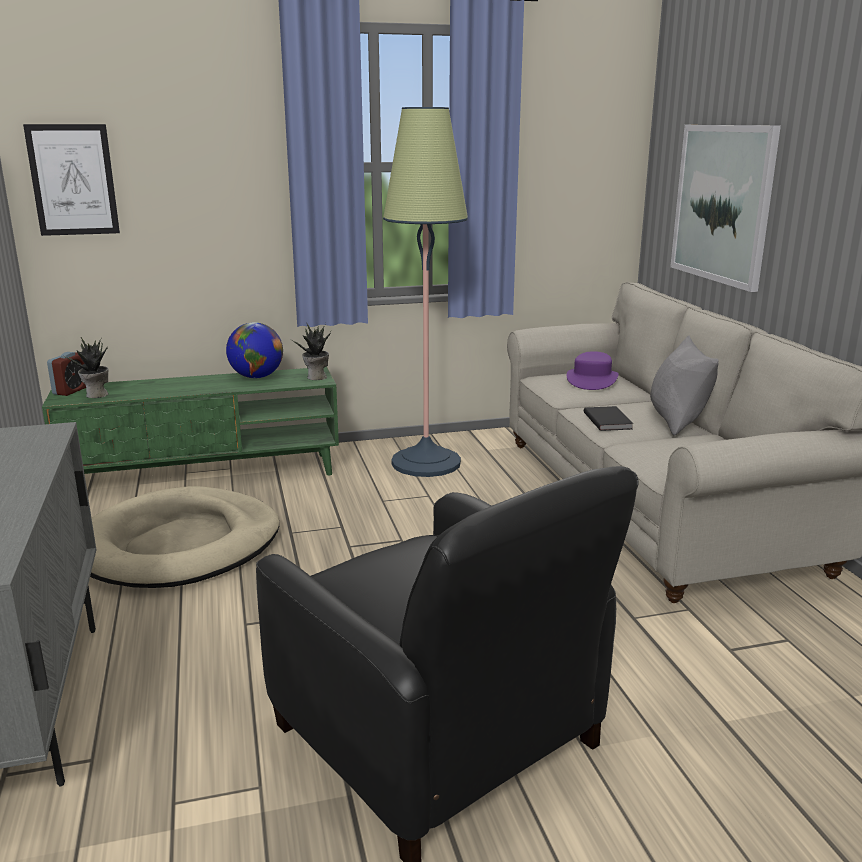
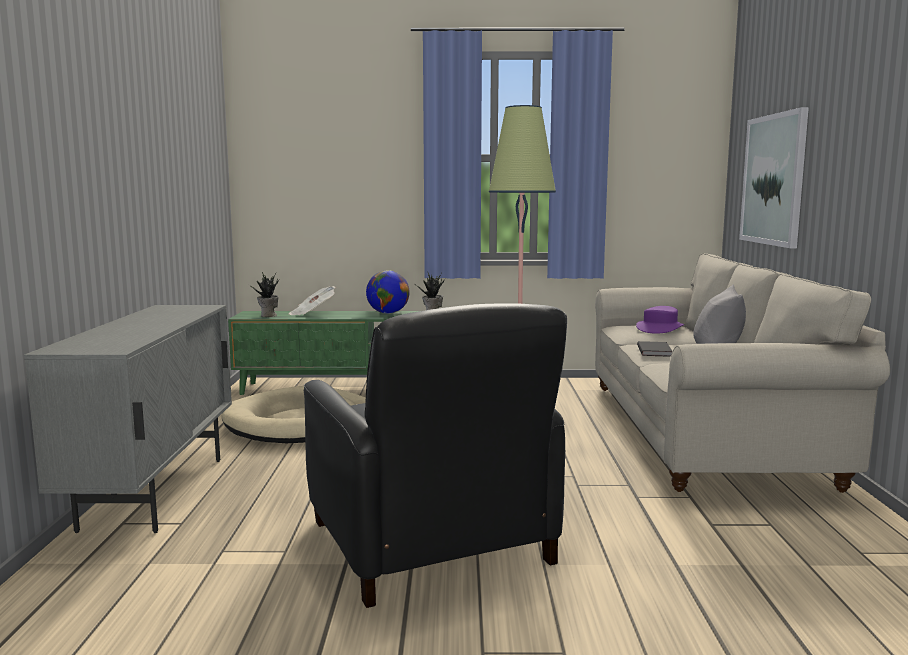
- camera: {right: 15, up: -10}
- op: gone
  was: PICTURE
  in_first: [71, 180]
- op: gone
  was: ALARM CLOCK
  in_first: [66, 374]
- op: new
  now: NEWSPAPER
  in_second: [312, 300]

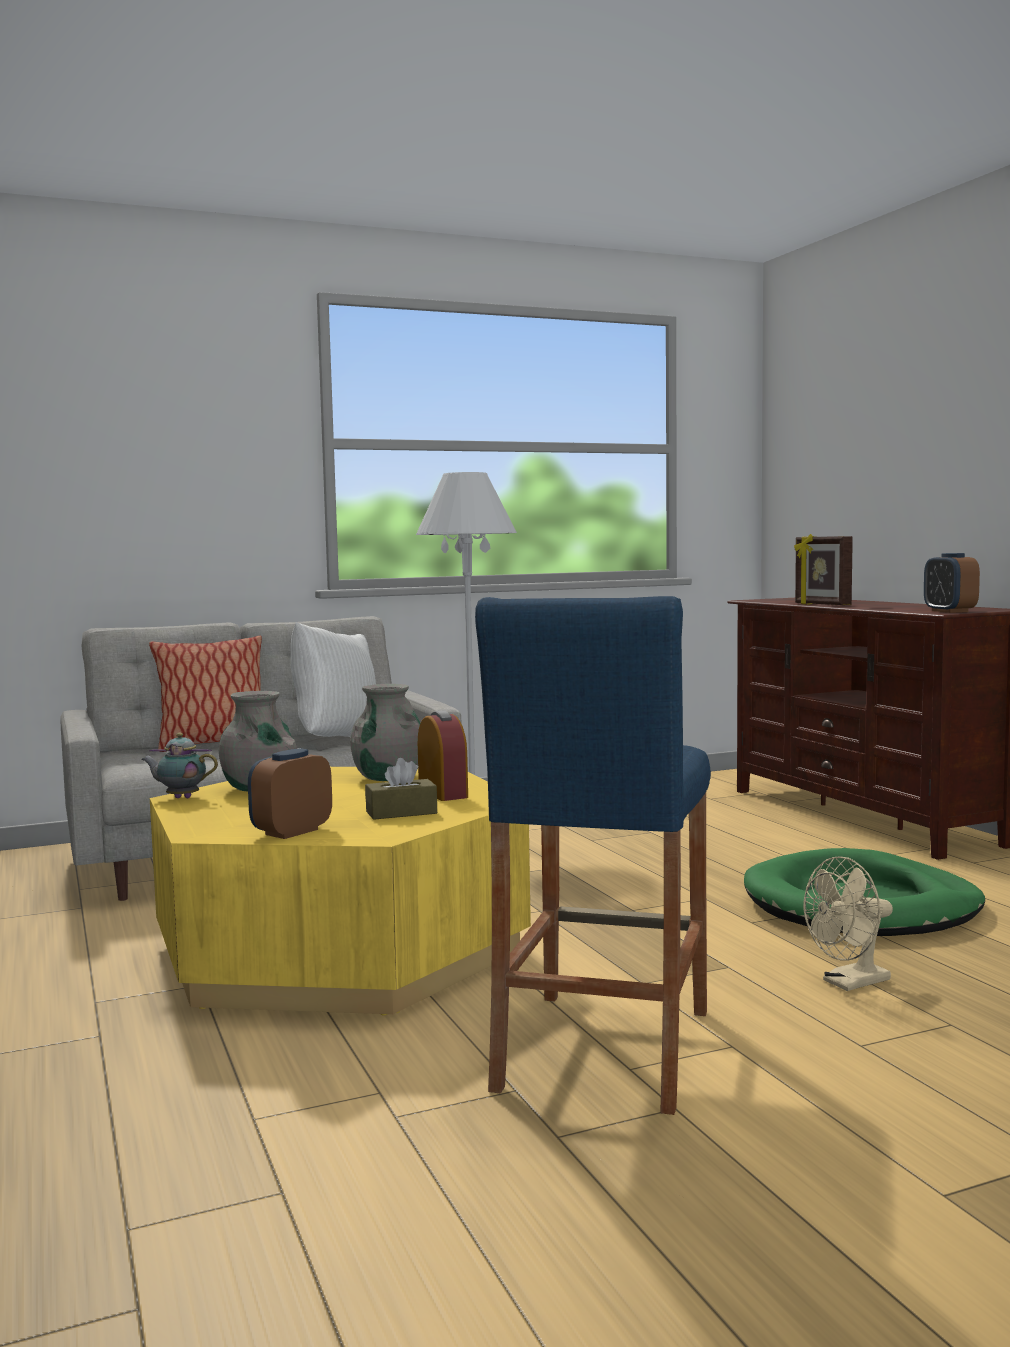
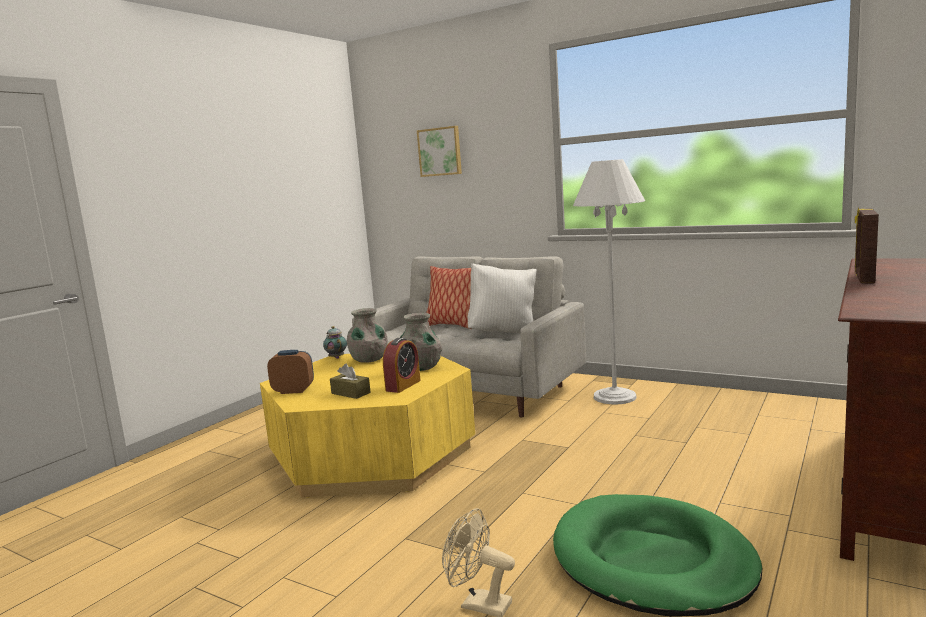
- camera: {right: 55, up: 5}
- op: gone
  was: BLUE STOOL
  in_first: [593, 855]
- op: gone
  was: ALARM CLOCK
  in_first: [952, 583]
- op: new
  now: PICTURE
  in_second: [439, 151]

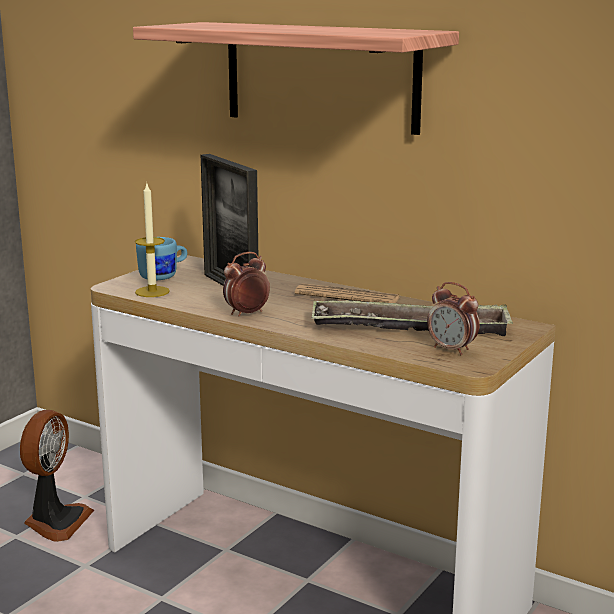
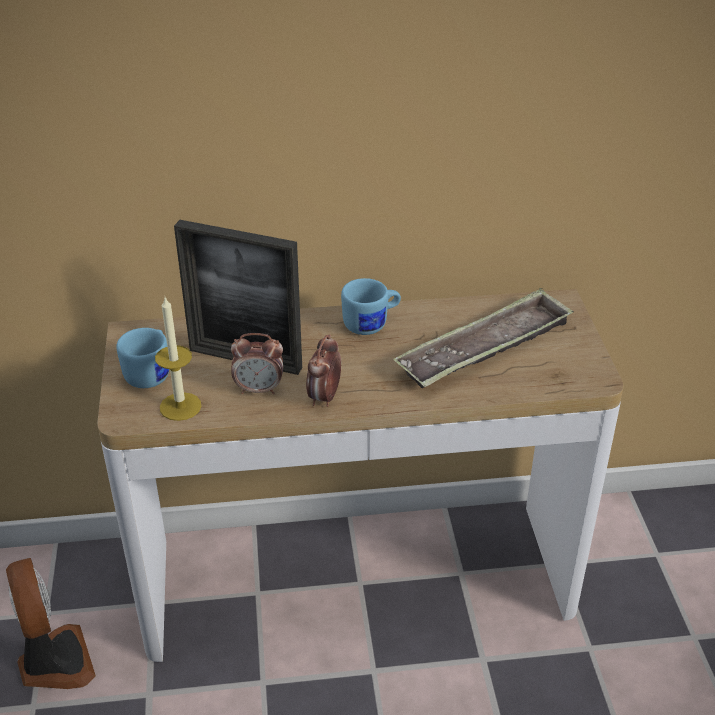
- camera: {right: -40, up: 20}
- op: gone
  was: SHELF
  in_first: [296, 78]
- op: shifted
  was: ALARM CLOCK
  in_first: [453, 318]
  in_second: [257, 363]
- op: swapped
  was: NEWSPAPER
  now: BLUE MUG
  in_first: [347, 293]
  in_second: [371, 306]

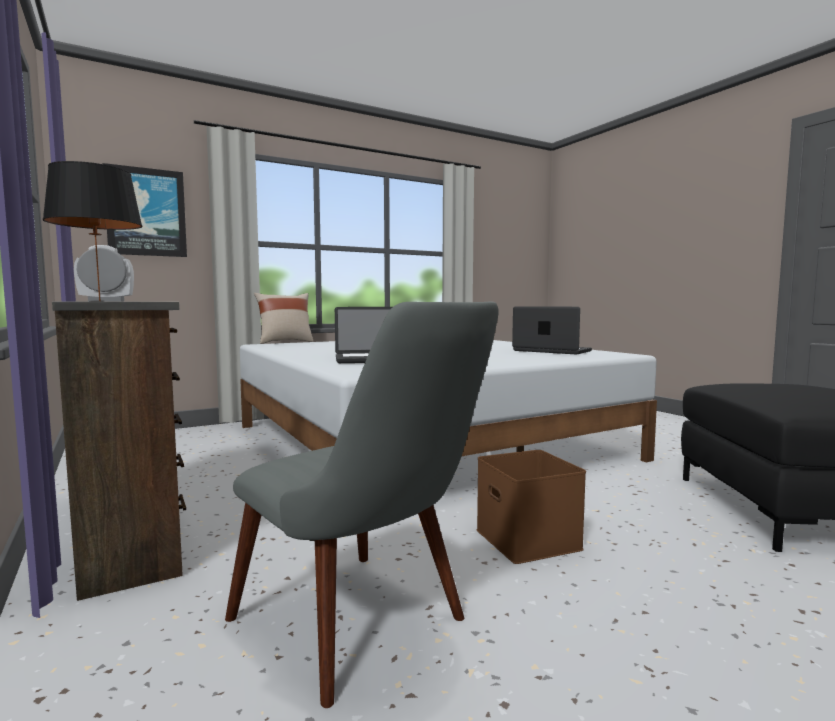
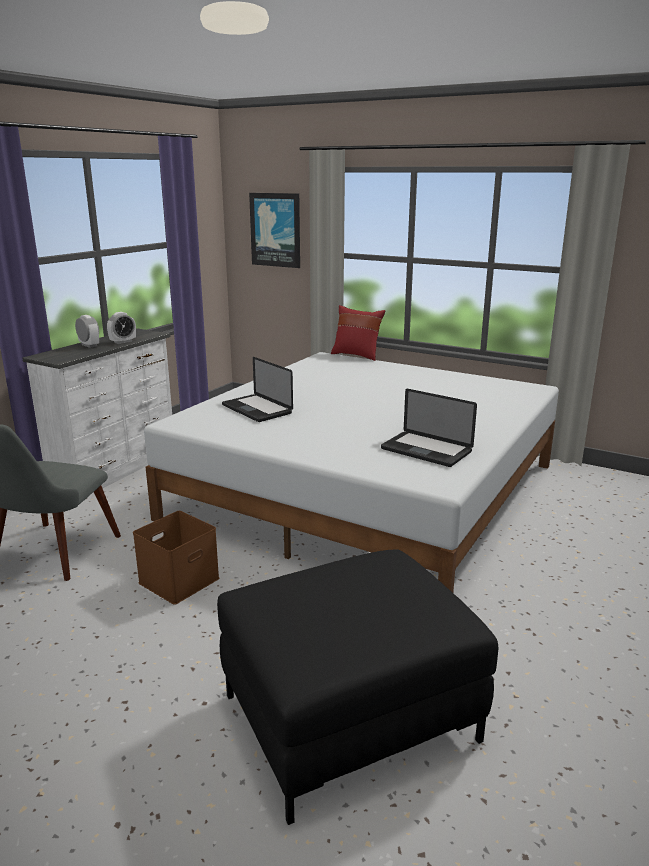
- camera: {right: 60, up: 15}
- op: gone
  was: BLACK TABLE LAMP
  in_first: [92, 231]
- op: new
  now: ALARM CLOCK
  in_second: [121, 328]
- op: repainted
  was: BROWN DRESSER
  now: WHITE DRESSER
  in_first: [119, 451]
  in_second: [97, 410]
- op: repainted
  was: BEIGE PILLOW
  now: RED PILLOW
  in_first: [284, 318]
  in_second: [358, 333]
- op: rotated
  was: LAPTOP
  in_first: [552, 330]
  in_second: [429, 428]
  clockwise: 120

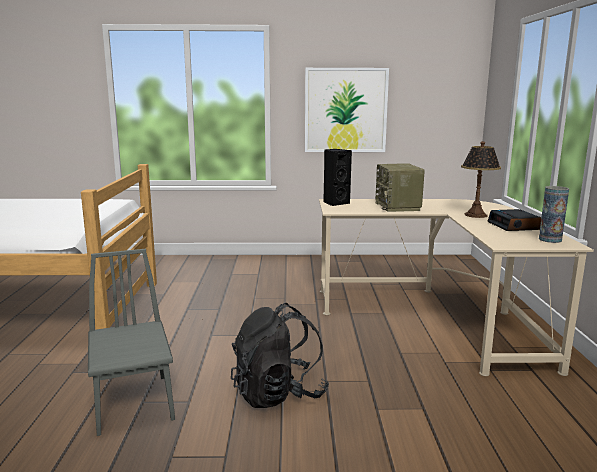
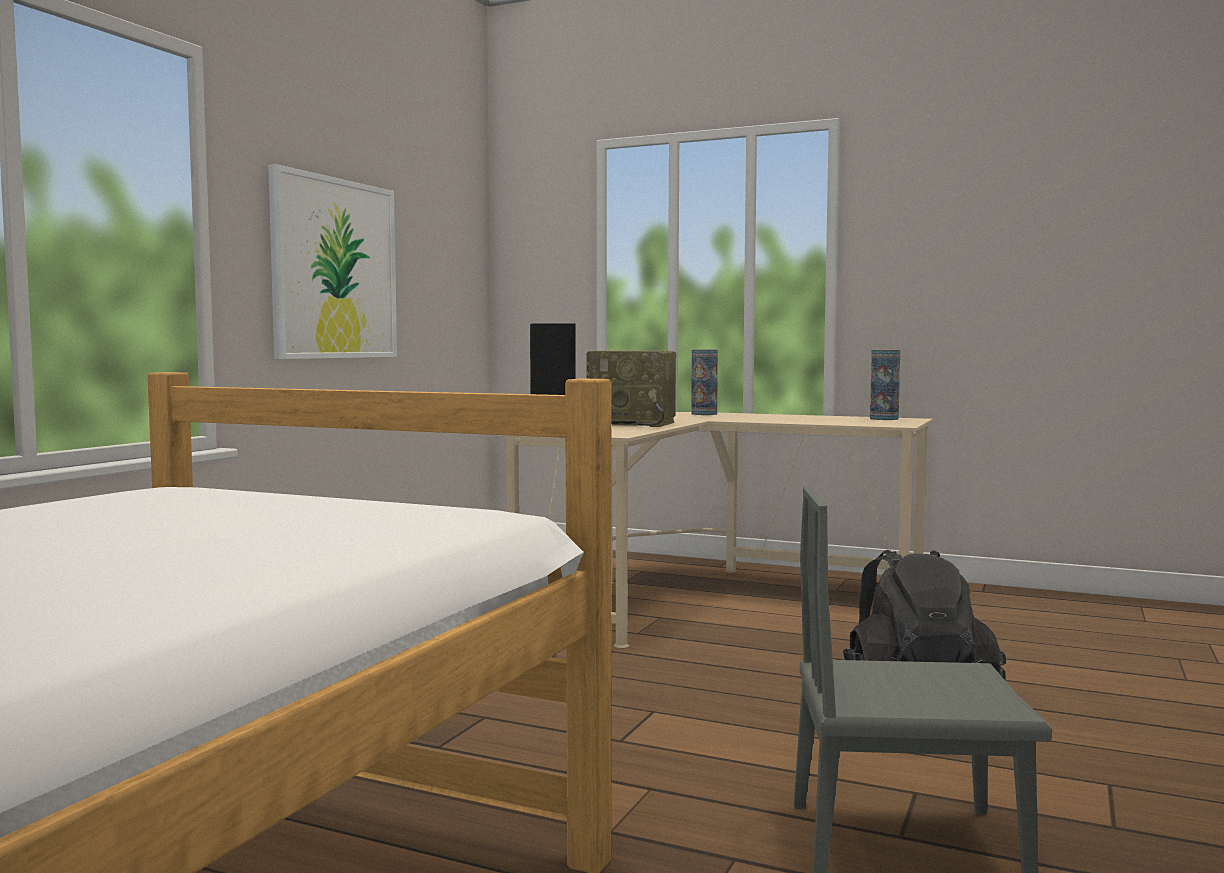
- camera: {right: -65, up: -10}
- op: gone
  was: TABLE LAMP
  in_first: [481, 179]
- op: gone
  was: ALARM CLOCK
  in_first: [514, 220]
- op: new
  now: VASE
  in_second: [704, 382]

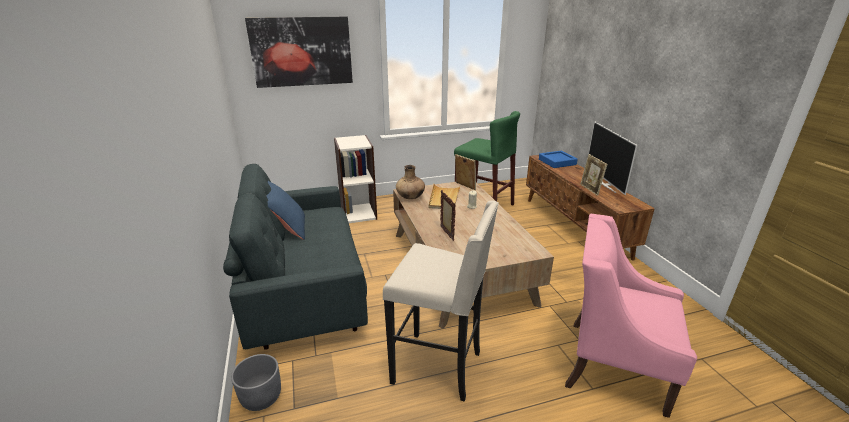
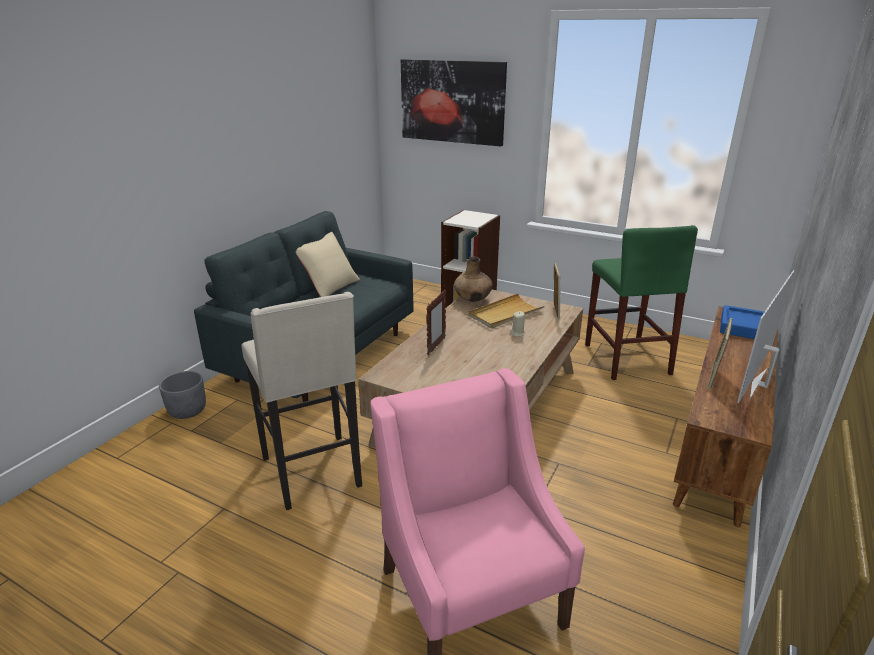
- camera: {right: 45, up: 0}
- op: repainted
  was: BLUE PILLOW
  now: BEIGE PILLOW
  in_first: [285, 210]
  in_second: [328, 264]

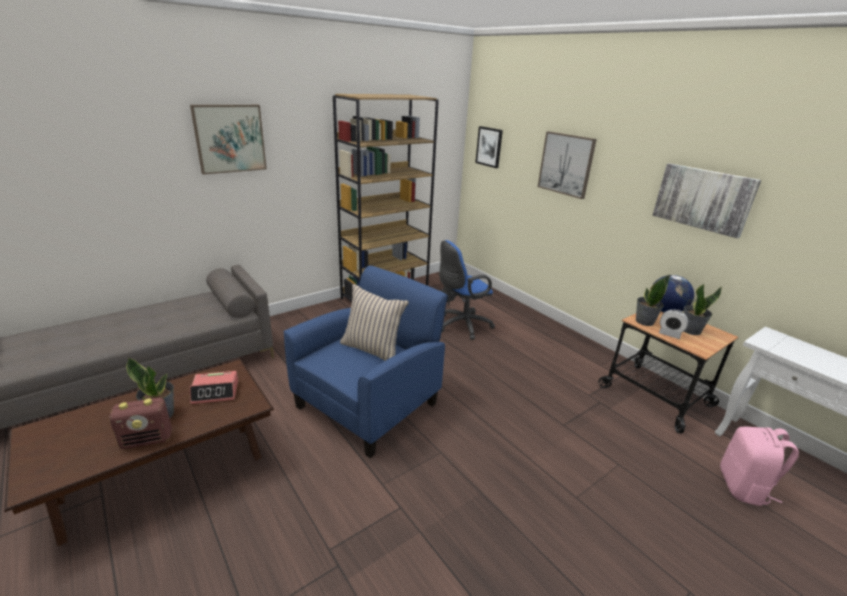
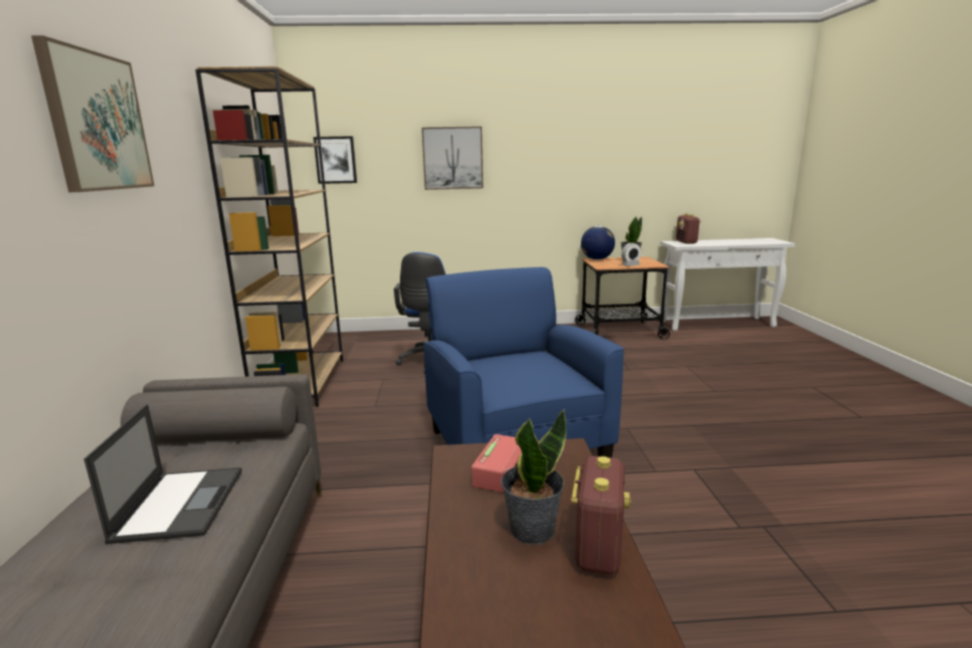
- camera: {right: -55, up: -10}
- op: gone
  was: BEIGE PILLOW
  in_first: [374, 322]
- op: gone
  was: POTTED PLANT
  in_first: [652, 300]
- op: gone
  was: PICTURE
  in_first: [706, 201]
- op: gone
  was: PINK BACKPACK
  in_first: [759, 466]
- op: new
  now: LAPTOP
  in_second: [163, 474]
- op: new
  now: RADIO
  in_second: [688, 228]

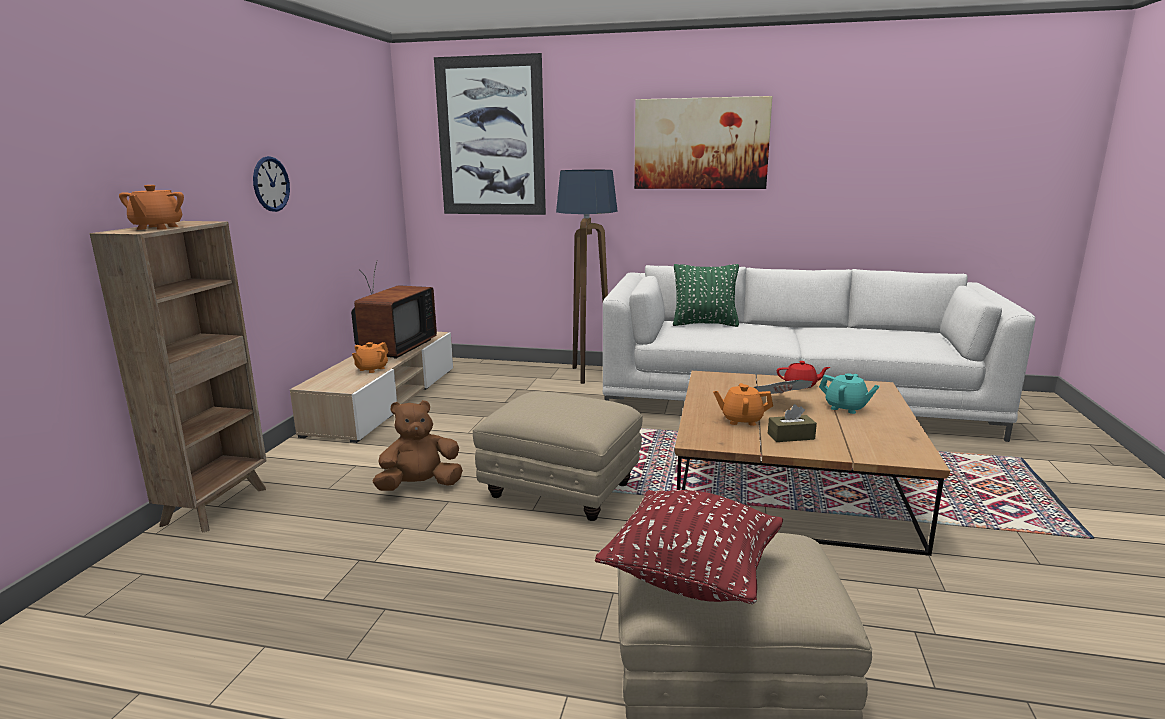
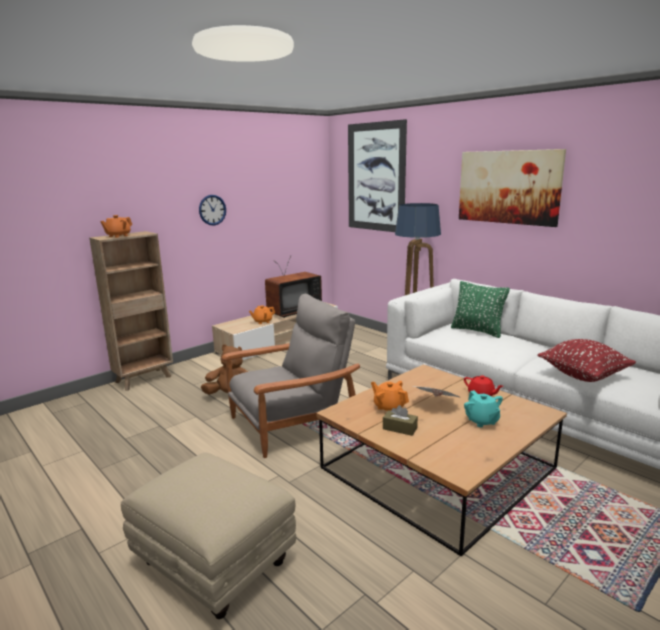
- camera: {right: 35, up: 0}
- op: shifted
  was: RED PILLOW
  in_first: [689, 547]
  in_second: [586, 360]
- op: swapped
  was: BEIGE OTTOMAN
  now: GREY ARMCHAIR
  in_first: [557, 456]
  in_second: [290, 376]

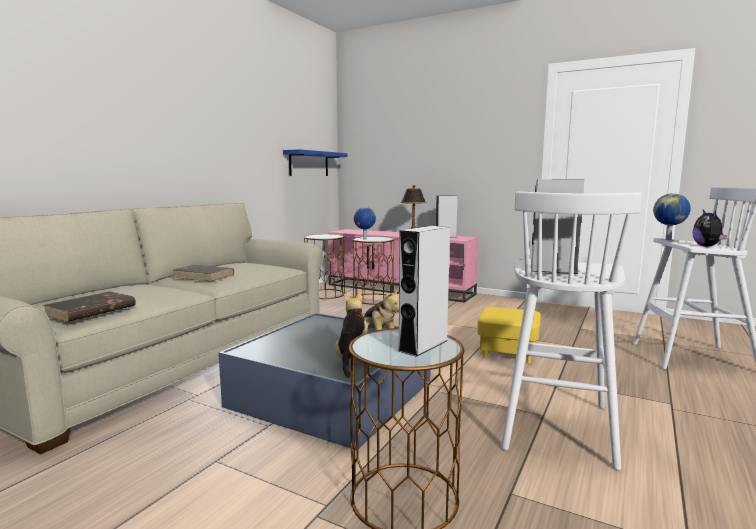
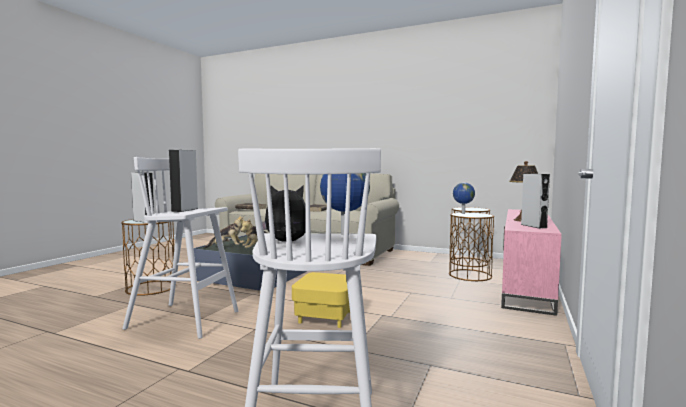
- camera: {right: 85, up: -5}
- op: gone
  was: BLUE SHELF
  in_first: [315, 162]

